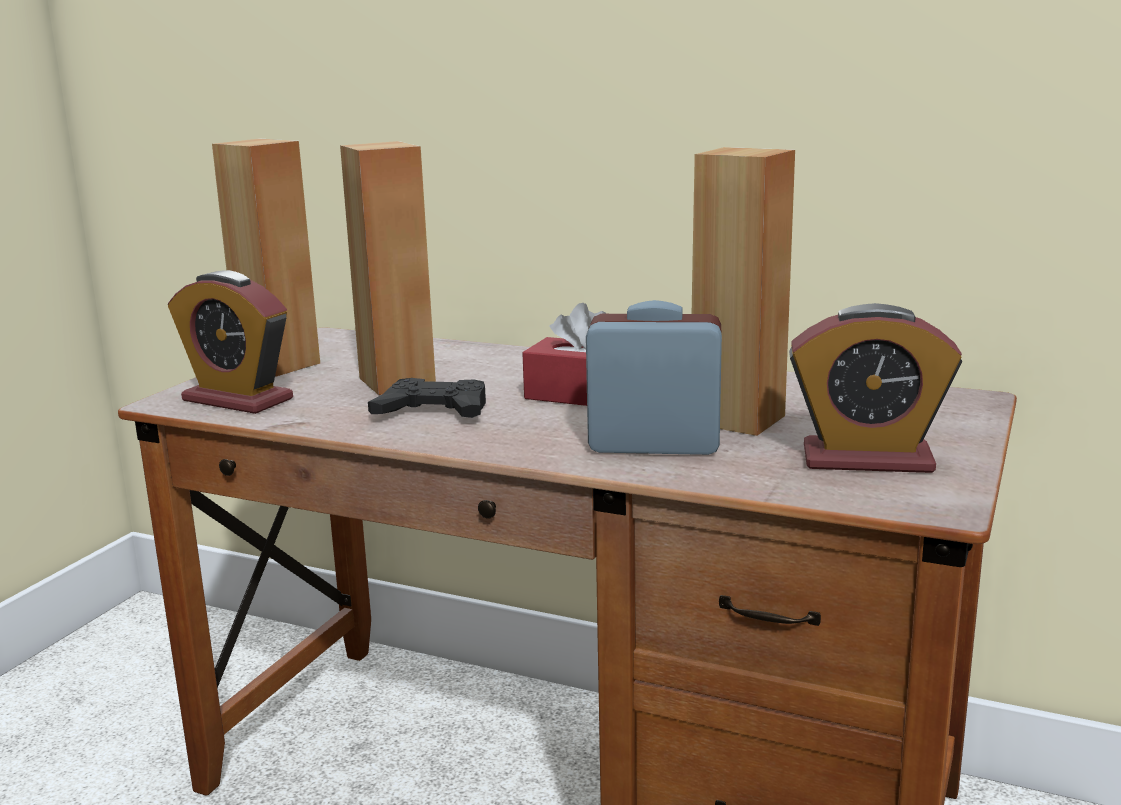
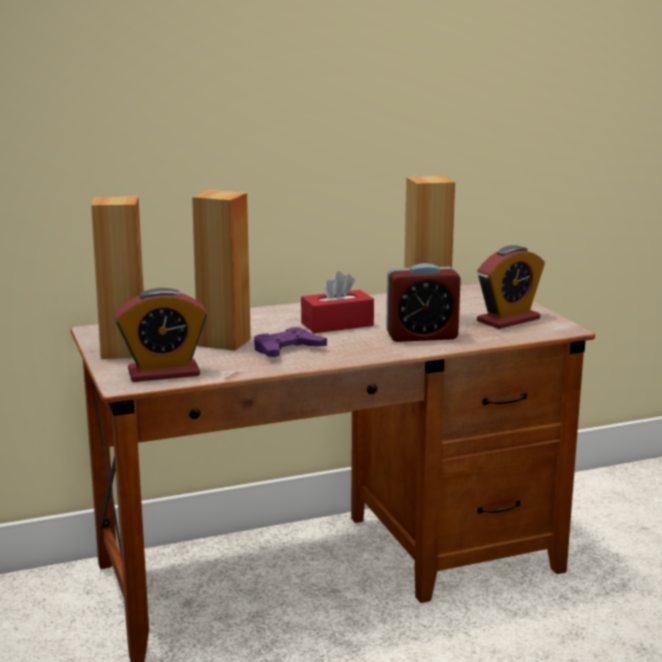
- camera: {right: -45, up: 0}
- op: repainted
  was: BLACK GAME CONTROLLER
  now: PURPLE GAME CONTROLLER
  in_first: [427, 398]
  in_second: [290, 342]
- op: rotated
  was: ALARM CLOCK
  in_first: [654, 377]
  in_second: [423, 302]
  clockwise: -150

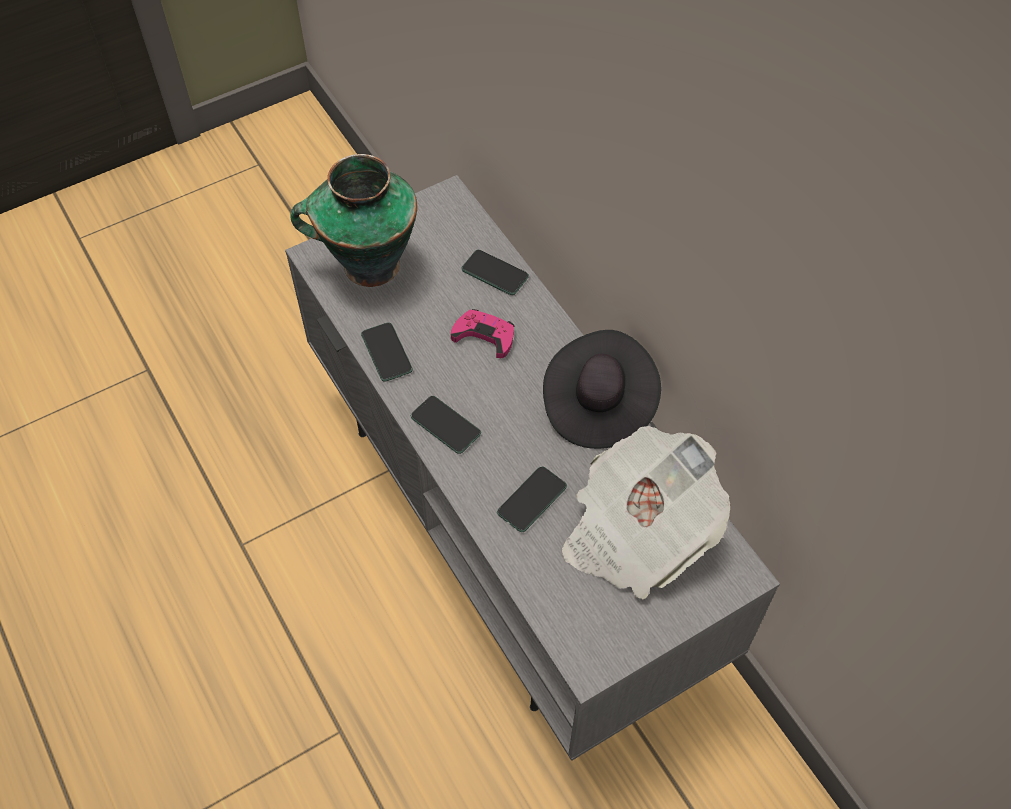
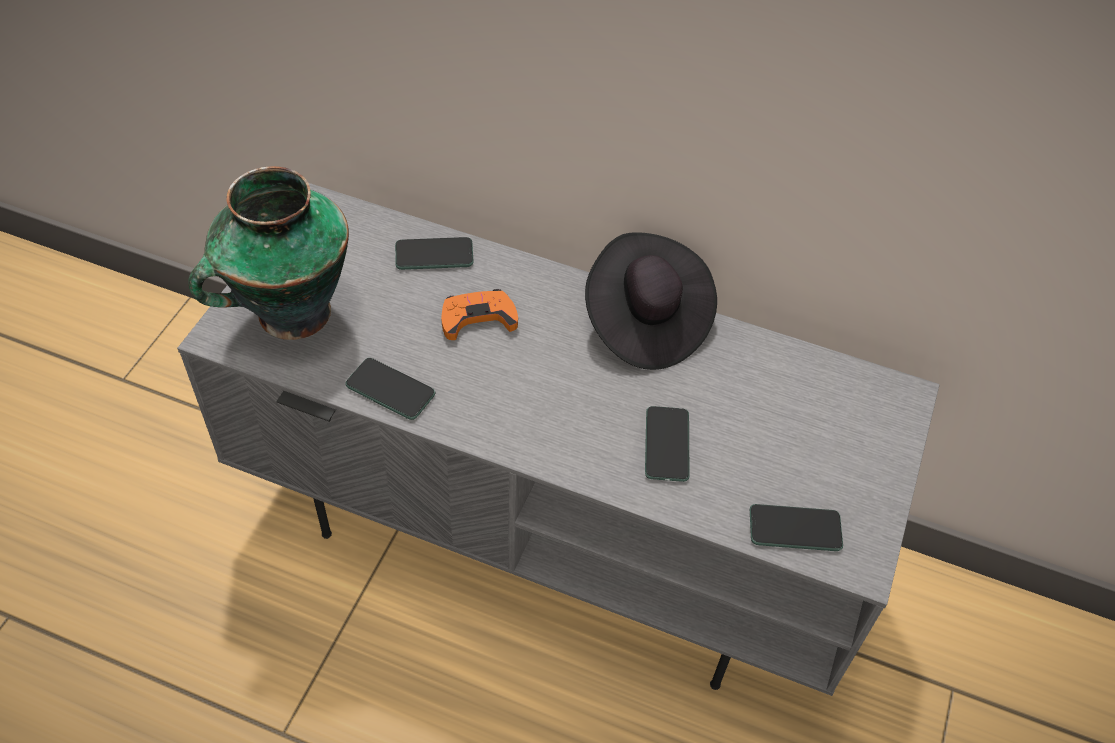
- camera: {right: -40, up: -5}
- op: gone
  was: NEWSPAPER
  in_first: [646, 512]
- op: shifted
  was: PHONE
  in_first: [446, 425]
  in_second: [796, 527]
- op: repainted
  was: PINK GAME CONTROLLER
  now: ORANGE GAME CONTROLLER
  in_first: [482, 333]
  in_second: [479, 314]

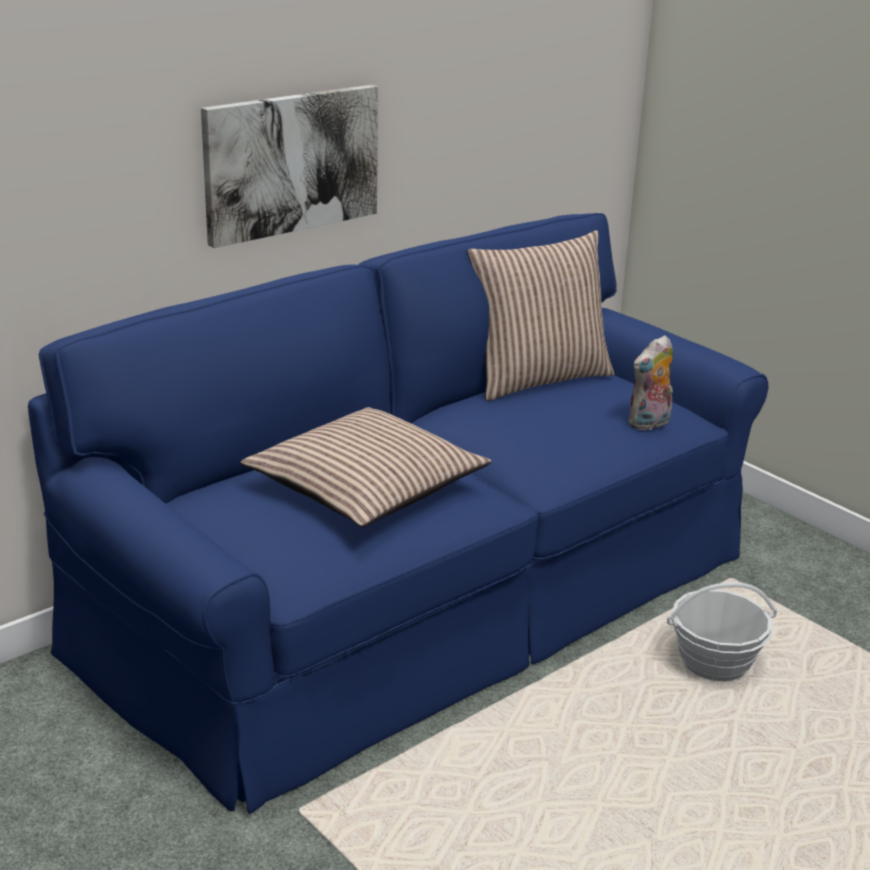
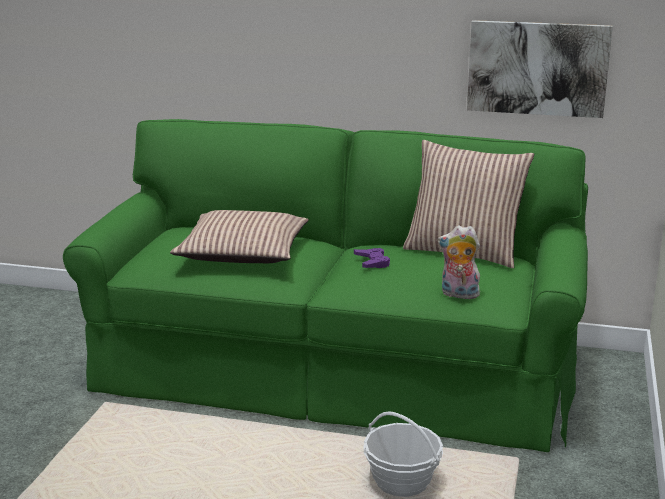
- camera: {right: 55, up: -5}
- op: new
  now: PURPLE GAME CONTROLLER
  in_second: [372, 258]
- op: shifted
  was: PICTURE
  in_first: [289, 166]
  in_second: [540, 69]
- op: repainted
  was: BLUE SOFA
  now: GREEN SOFA
  in_first: [398, 513]
  in_second: [325, 285]

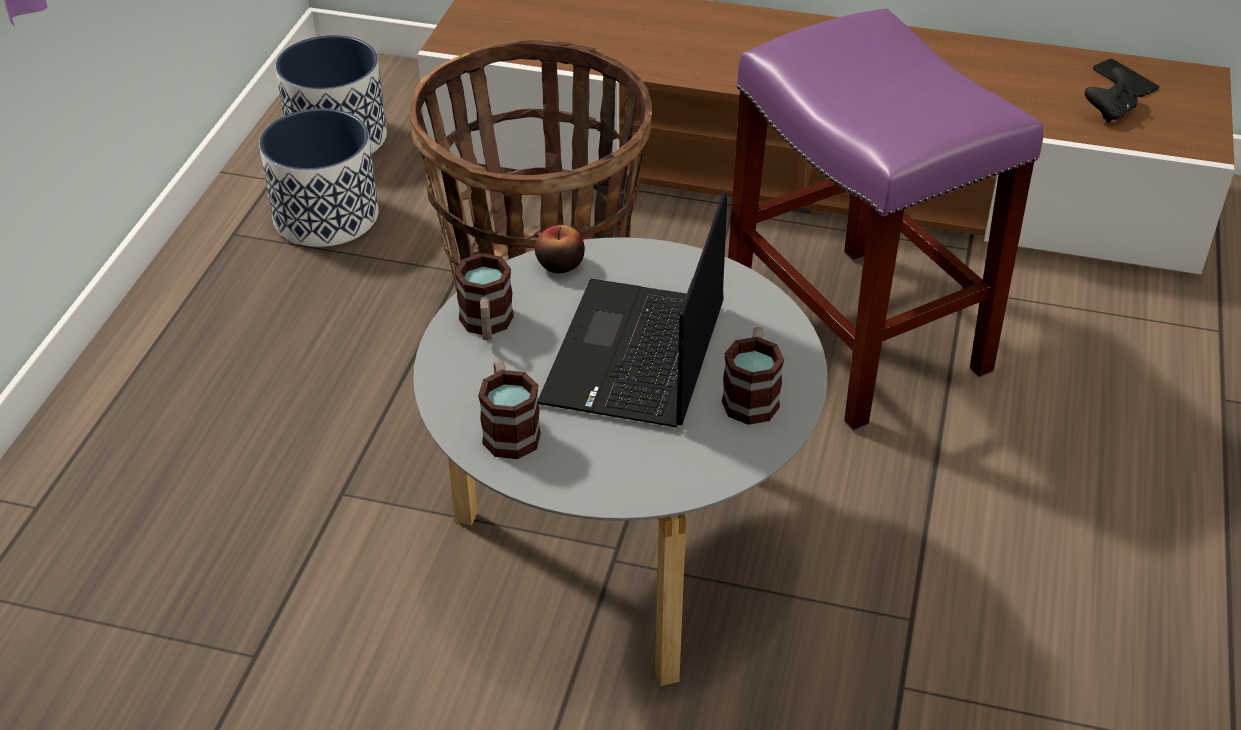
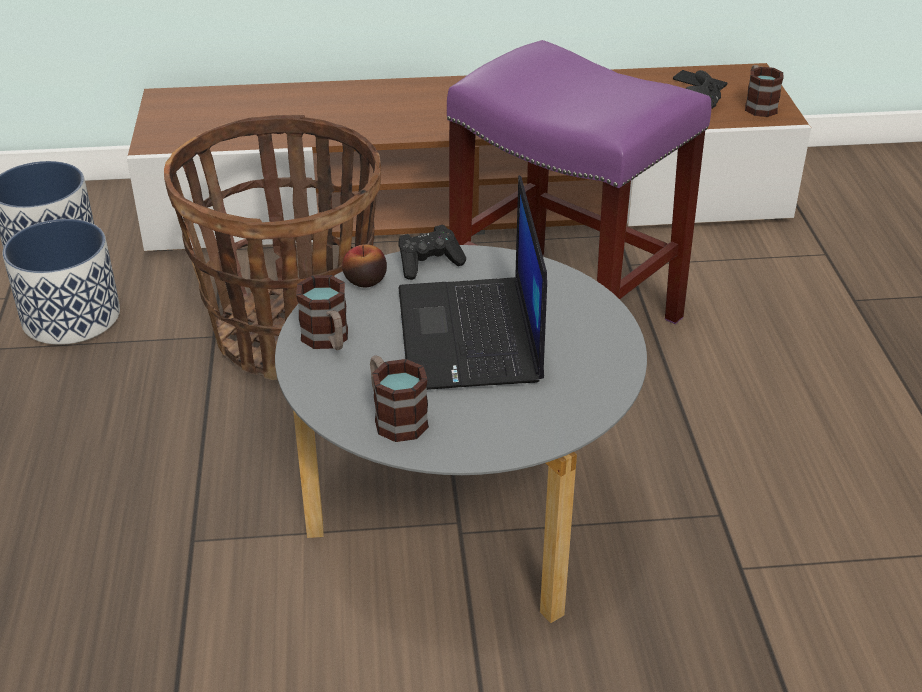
- camera: {right: -20, up: -5}
- op: new
  now: BLACK GAME CONTROLLER
  in_second: [432, 252]
- op: shifted
  was: MUG
  in_first: [753, 376]
  in_second: [764, 91]

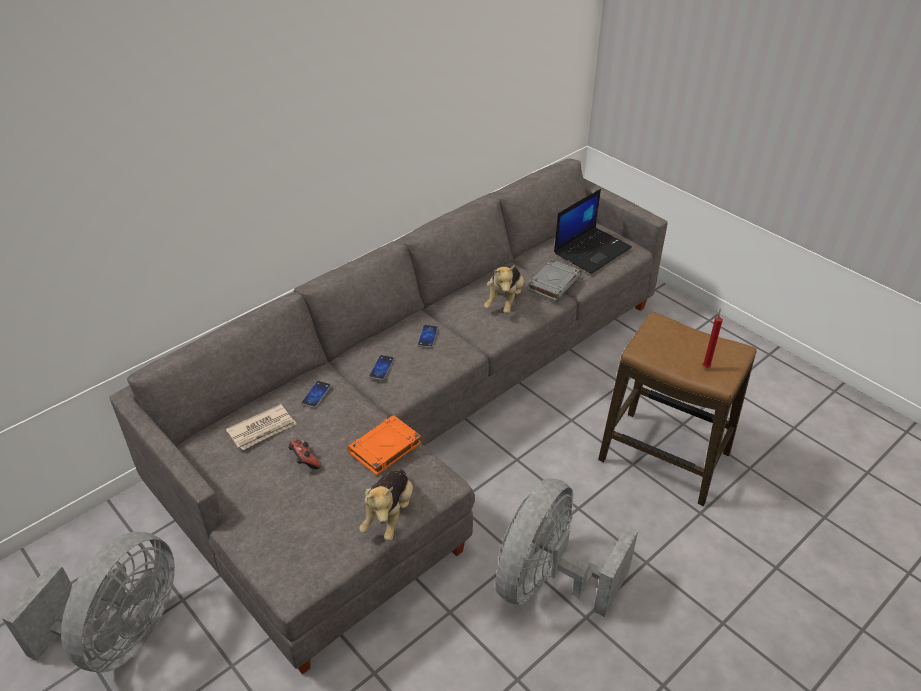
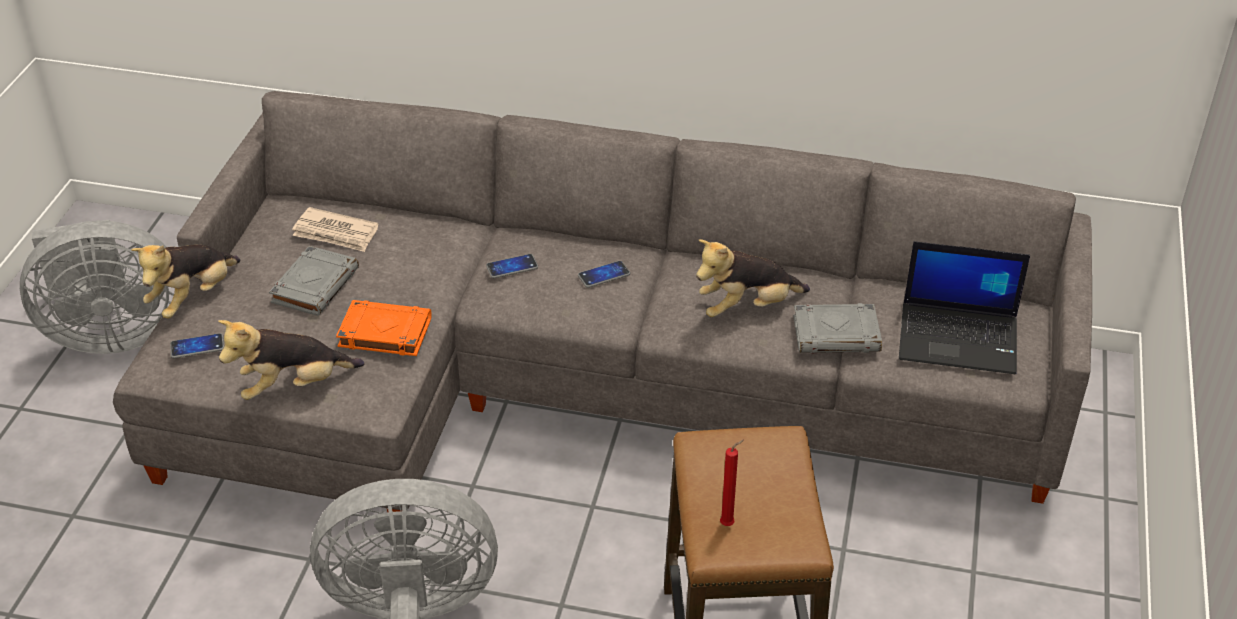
- camera: {right: 55, up: 0}
- op: new
  now: PLUSH TOY
  in_second: [185, 281]
- op: shifted
  was: PHONE
  in_first: [316, 394]
  in_second: [197, 345]
- op: swapped
  was: GAME CONTROLLER
  now: GREY BOOK
  in_first: [304, 454]
  in_second: [314, 281]

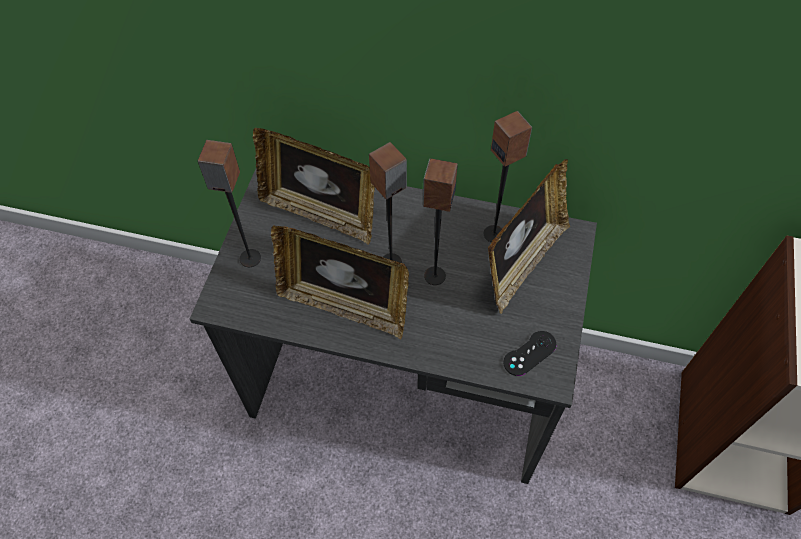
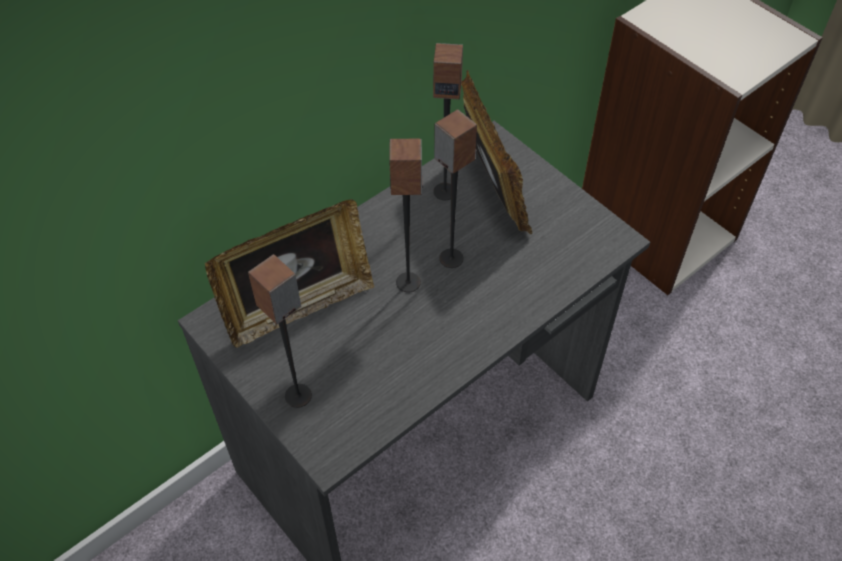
- camera: {right: -55, up: -5}
- op: gone
  was: PICTURE FRAME
  in_first: [340, 282]
- op: gone
  was: BLACK GAME CONTROLLER
  in_first: [530, 353]

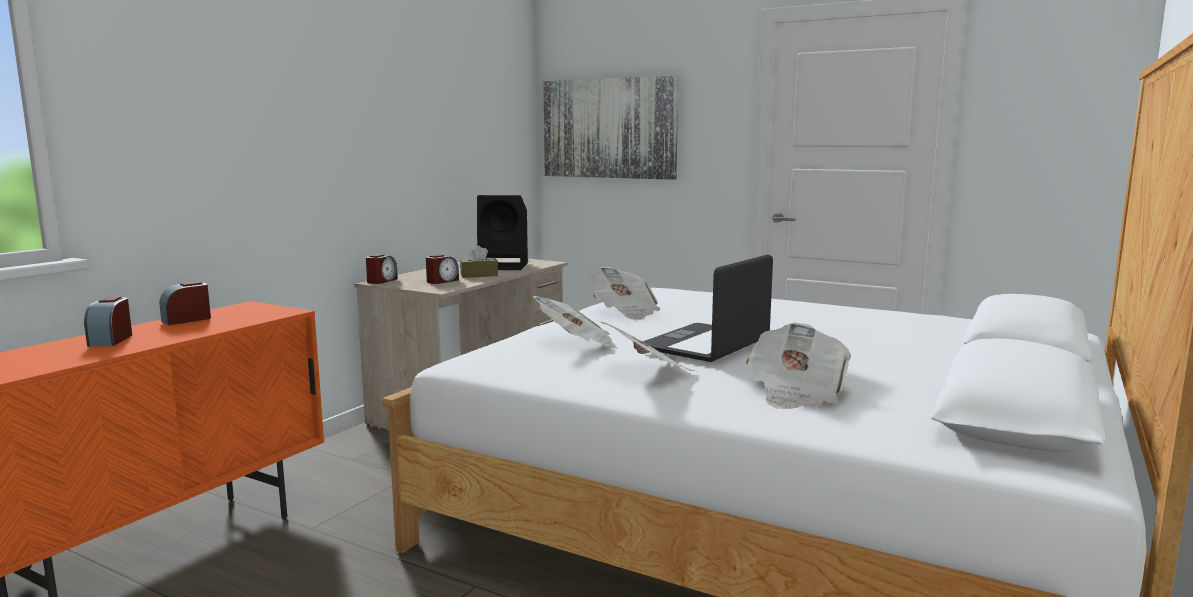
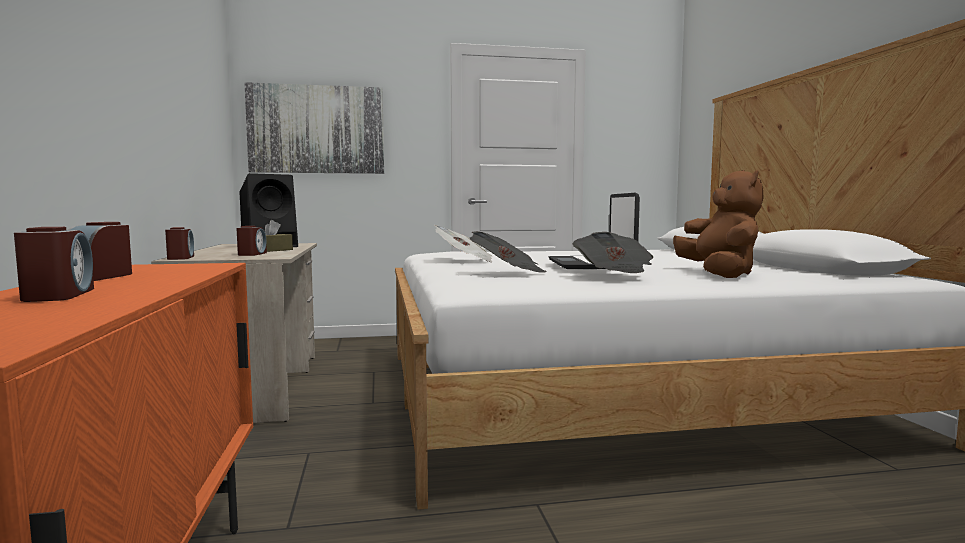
- camera: {right: -40, up: -5}
- op: swapped
  was: NEWSPAPER
  now: BROWN PLUSH TOY
  in_first: [798, 366]
  in_second: [718, 224]
- op: rotated
  was: ALARM CLOCK
  in_first: [108, 321]
  in_second: [54, 264]
  clockwise: -150

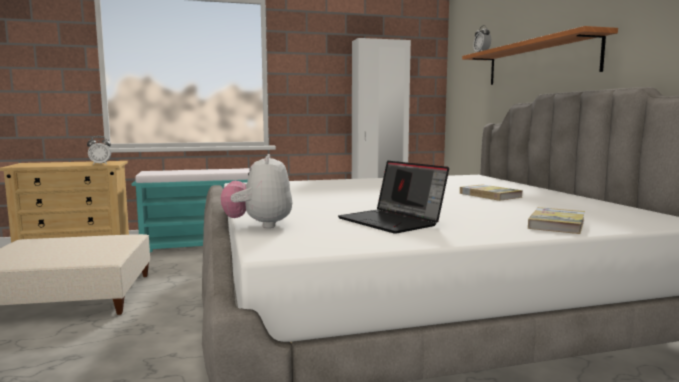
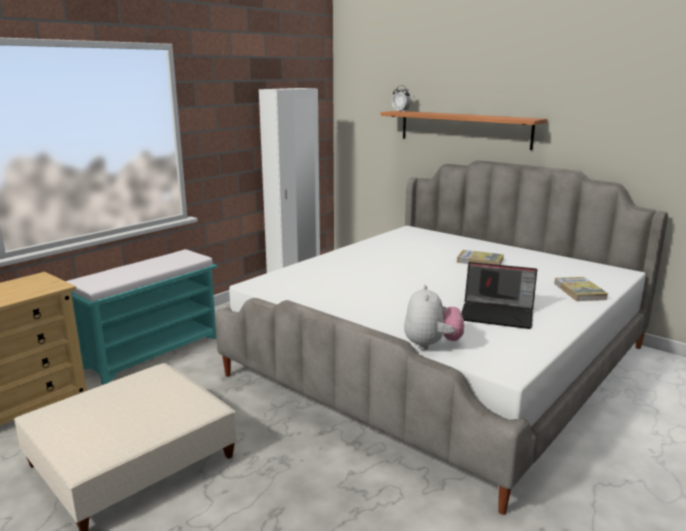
- camera: {right: -35, up: 10}
- op: gone
  was: ALARM CLOCK
  in_first: [99, 150]
- op: rotated
  was: PLUSH TOY
  in_first: [256, 191]
  in_second: [434, 317]
  clockwise: -135

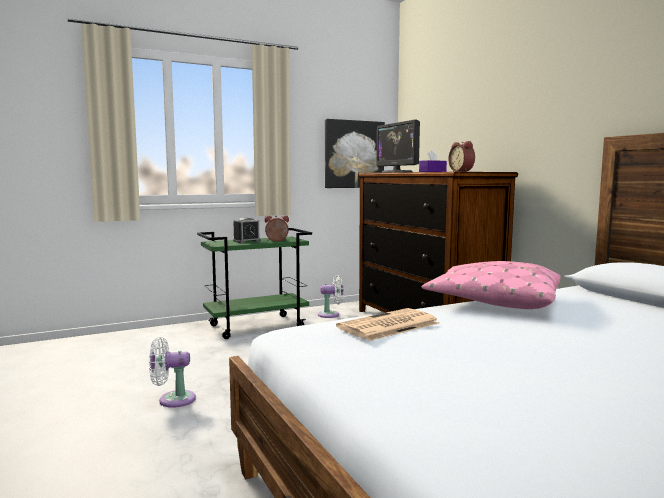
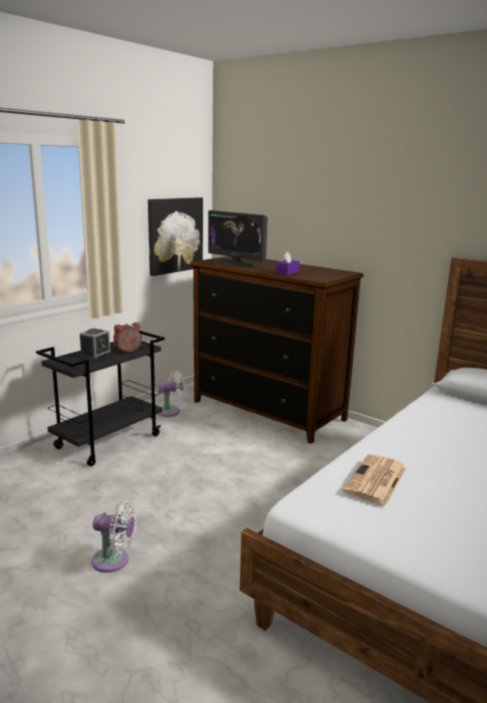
- camera: {right: -25, up: 10}
- op: gone
  was: PINK PILLOW
  in_first: [491, 285]
- op: gone
  was: ALARM CLOCK
  in_first: [461, 156]
- op: repainted
  was: GREEN CART
  now: BLACK CART
  in_first: [254, 283]
  in_second: [100, 398]
- op: rotated
  was: WHITE FAN
  in_first: [172, 372]
  in_second: [114, 536]
  clockwise: -135

